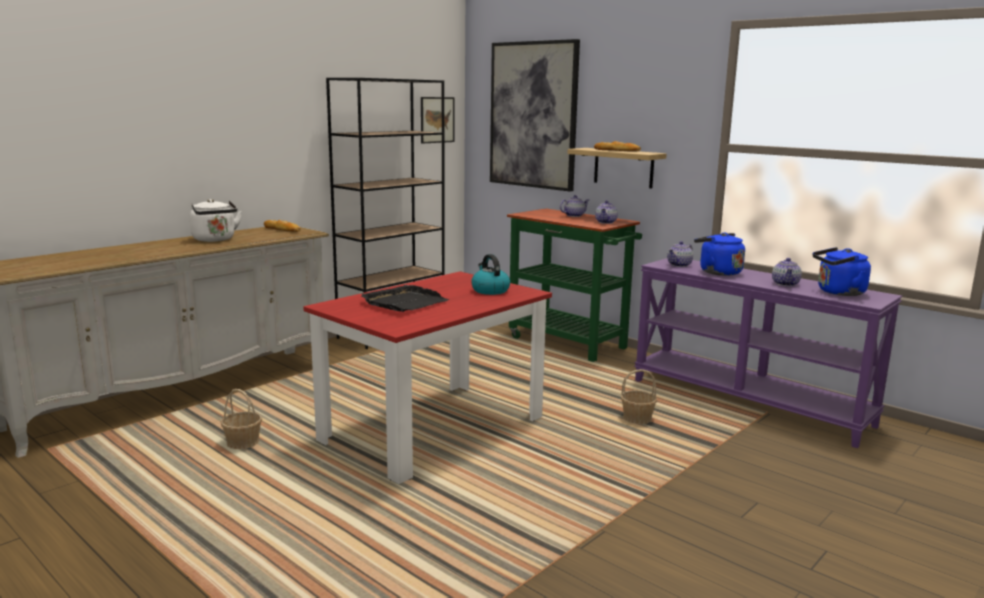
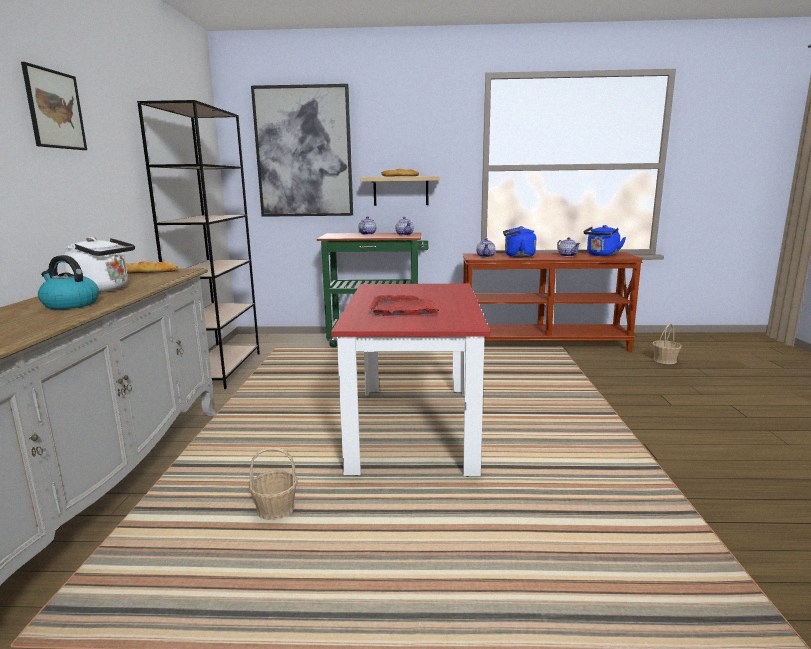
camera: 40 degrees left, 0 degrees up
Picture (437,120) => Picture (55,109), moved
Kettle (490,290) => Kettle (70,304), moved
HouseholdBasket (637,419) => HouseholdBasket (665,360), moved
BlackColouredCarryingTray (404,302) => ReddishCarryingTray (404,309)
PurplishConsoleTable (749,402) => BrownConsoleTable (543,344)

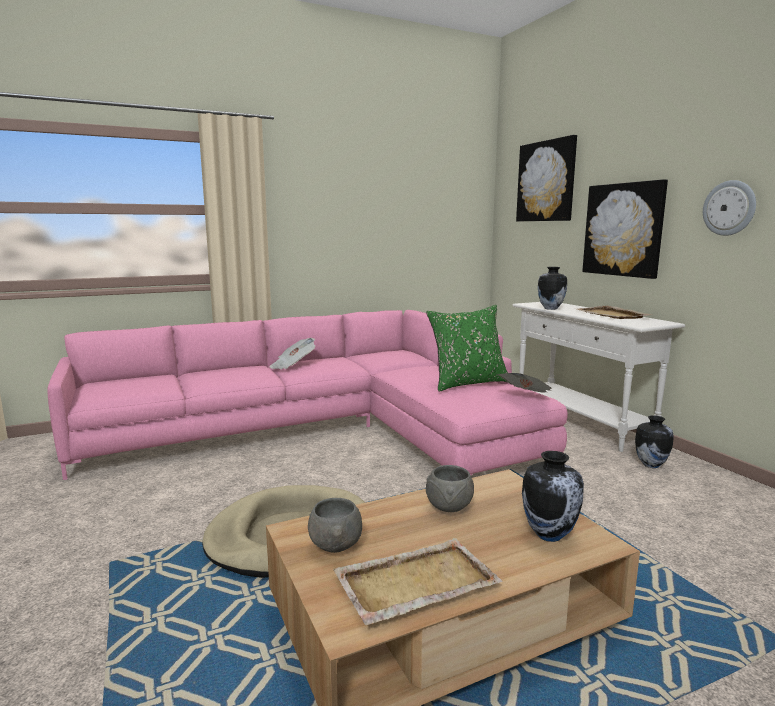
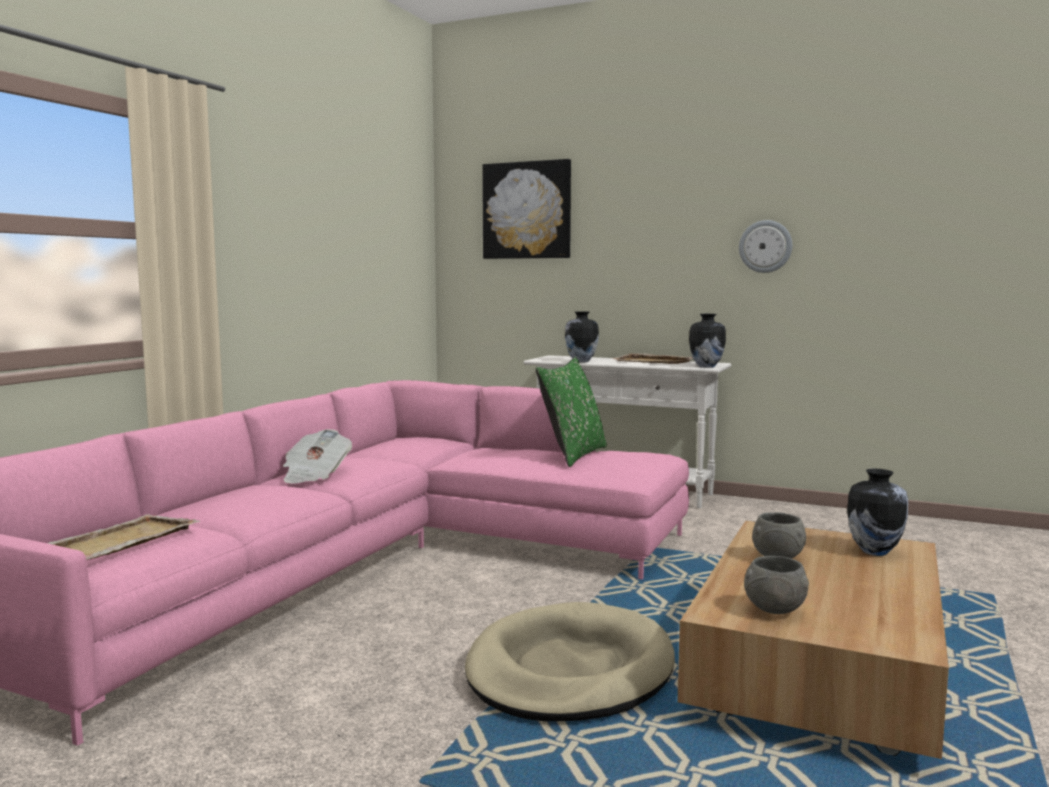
camera: 40 degrees left, 5 degrees down
PrintedPaper (525,397) => nothing
Picture (623,230) => nothing
BeigeColouredCarryingTray (414,583) => BeigeColouredCarryingTray (118,542), moved
DecorativeVase (650,465) => DecorativeVase (706,366), moved

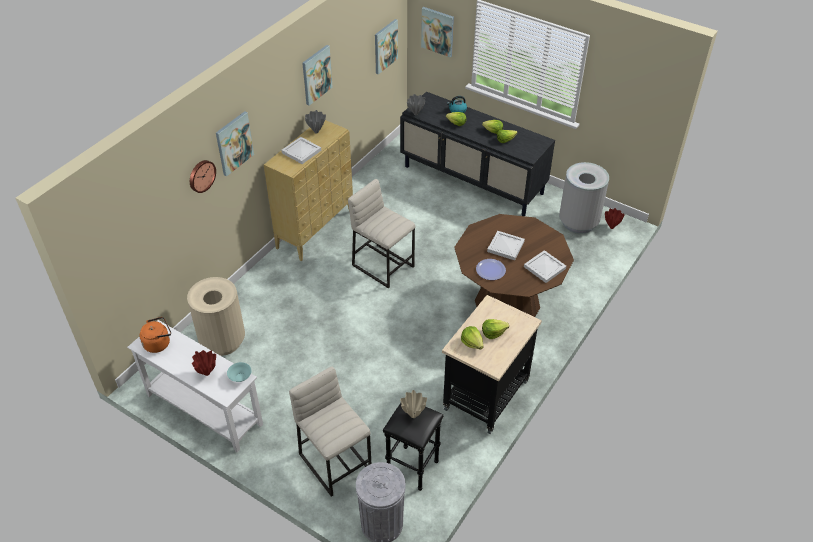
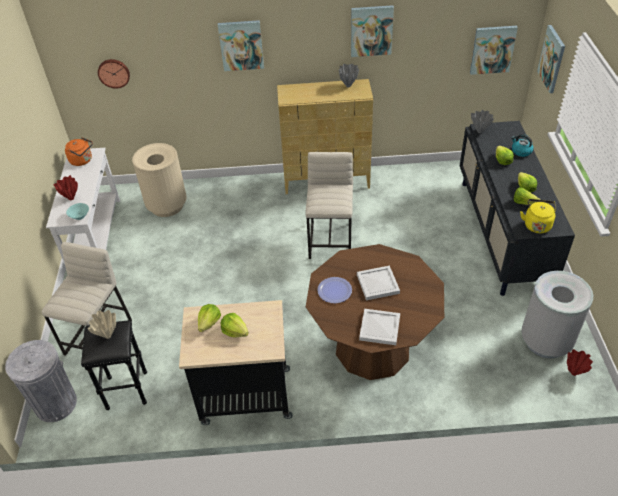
camera: 55 degrees right, 0 degrees up
WhiteColouredCarryingTray (301,151) => nothing
nothing => YellowColouredKettle (536,224)
WallClock (201,175) => WallClock (114,73), moved

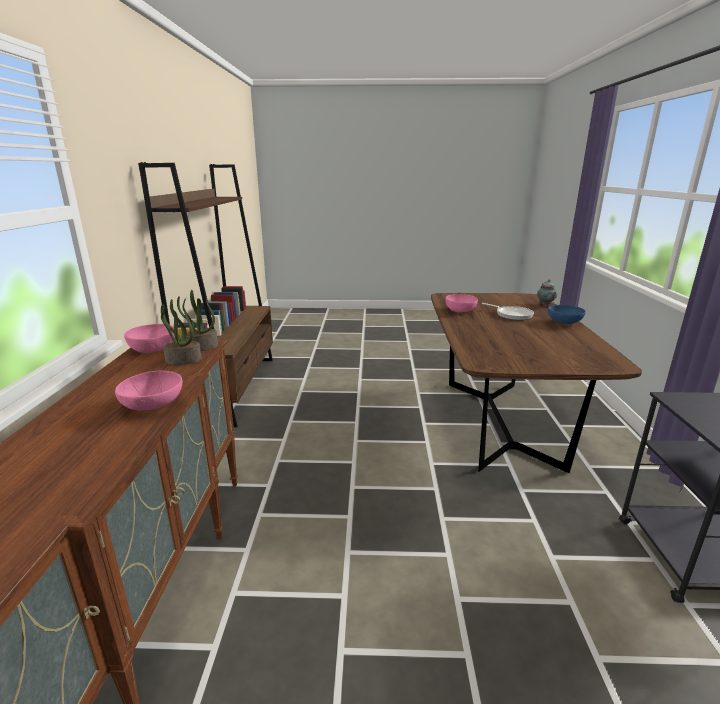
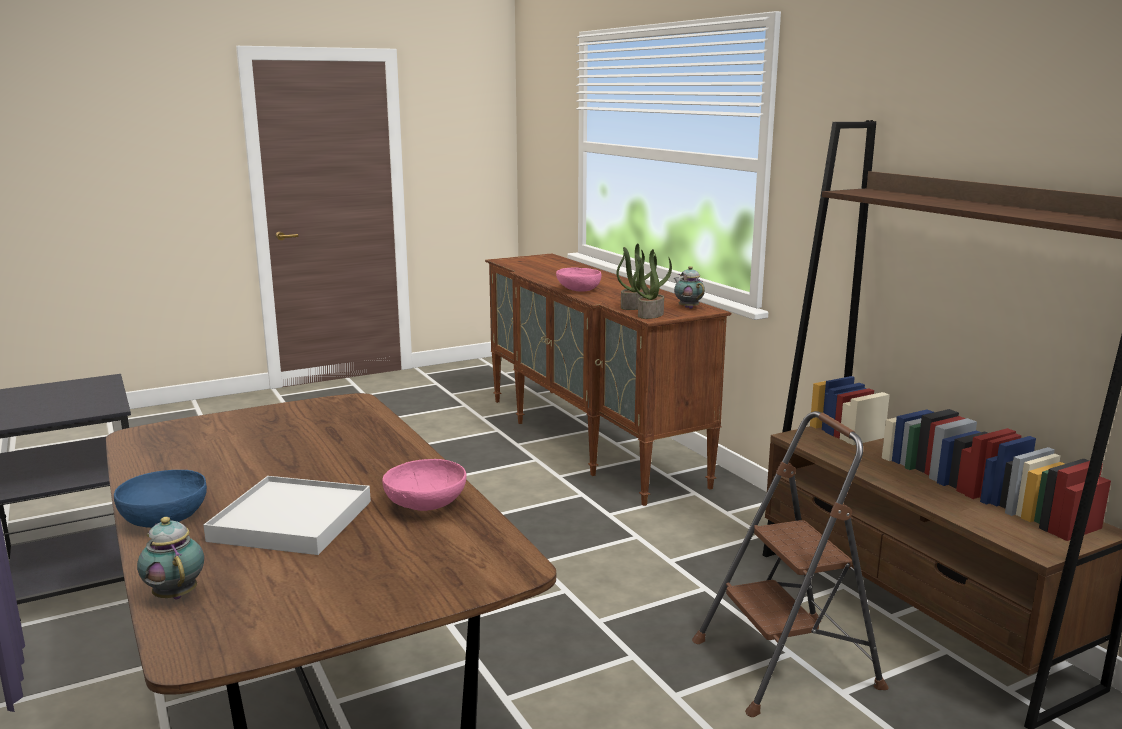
camera: 150 degrees right, 5 degrees down
nothing => BrownStepStool (791,662)
PinkColouredDeepDish (153,349) => PotForTea (688,308)
Pan (512,315) => WhiteColouredCarryingTray (292,521)

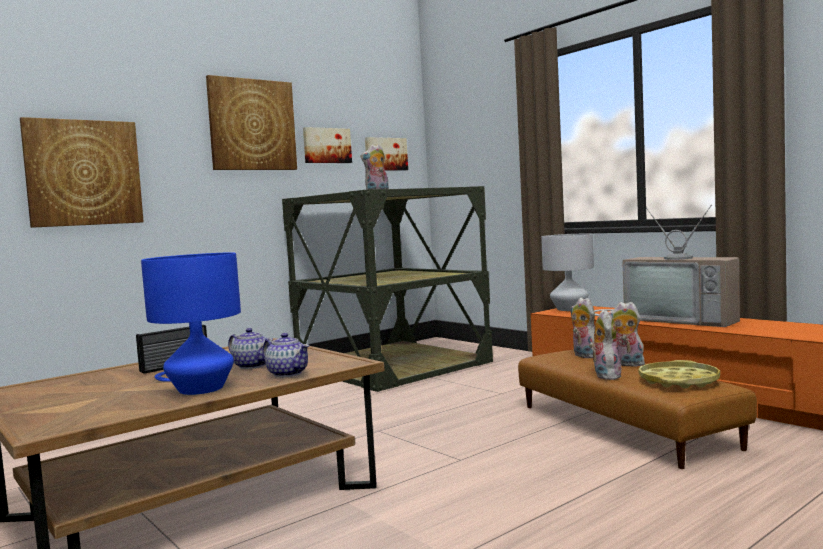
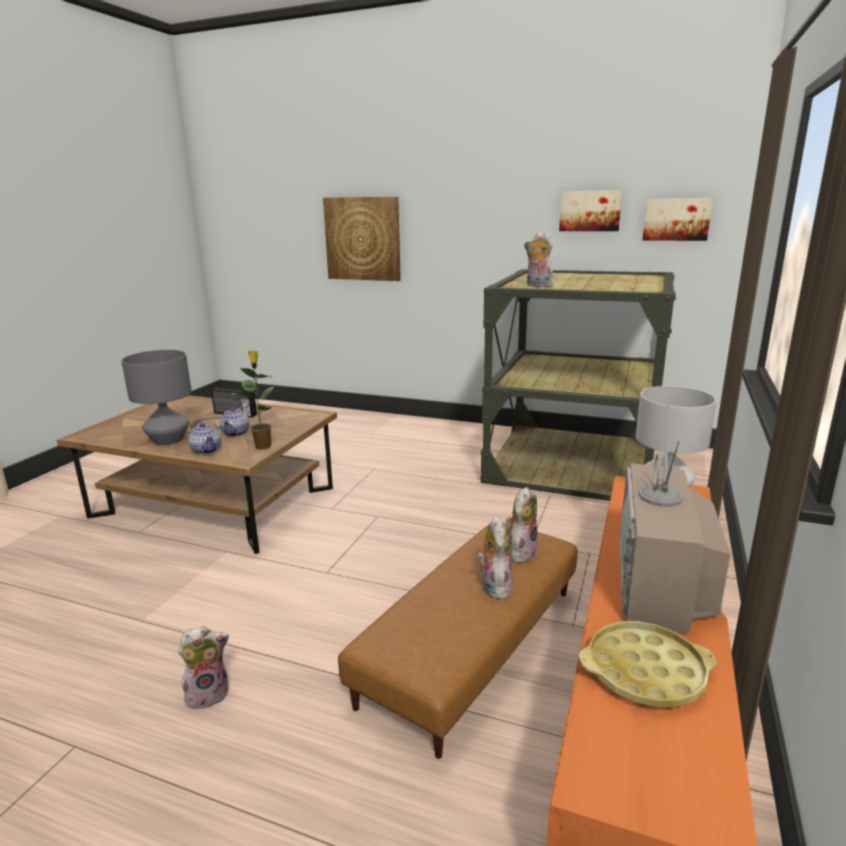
camera: 60 degrees right, 15 degrees up
Picture (252,125) => nothing
nothing => Houseplant (263,446)
CuddlyToy (605,375) => CuddlyToy (208,694), moved
YellowColouredCarryingTray (679,381) => YellowColouredCarryingTray (645,672), moved
BluishTabletopLamp (195,382) => GreyTabletopLamp (186,433)
PotForTea (287,373) => PotForTea (206,450), 45 degrees counterclockwise

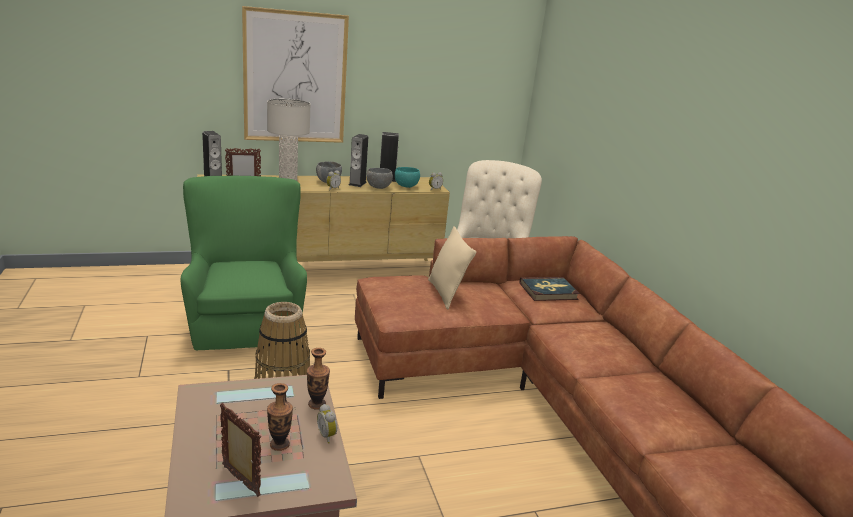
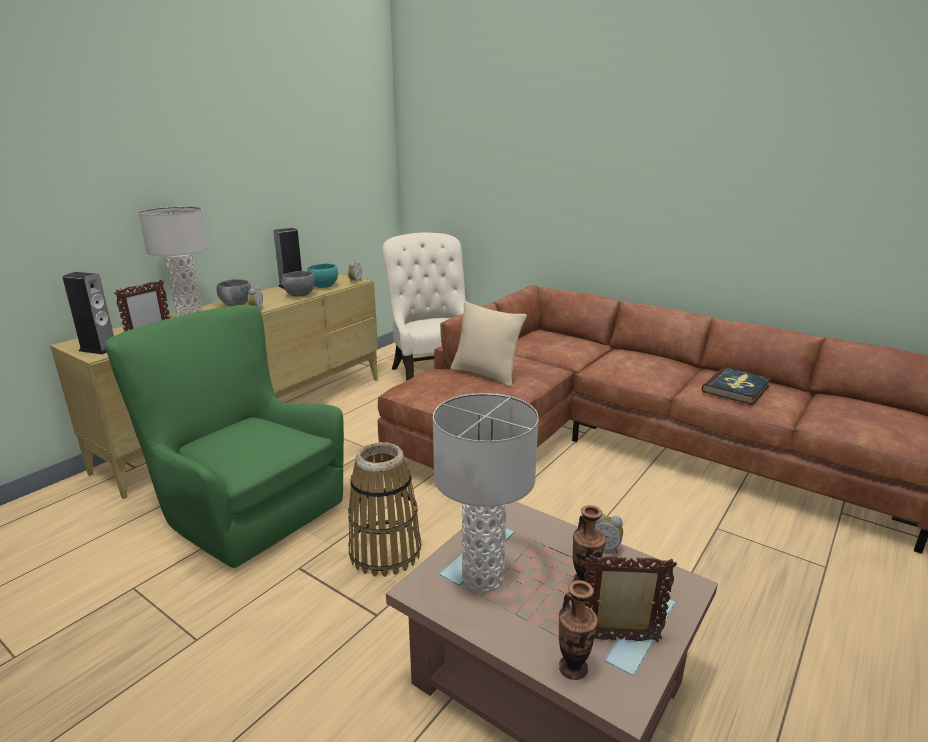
camera: 35 degrees left, 0 degrees up
Picture (295,78) => nothing
Speaker (357,183) => nothing
nothing => WhiteColouredTabletopLamp (483,578)
DecorativeVase (317,404) => DecorativeVase (573,668), moved
Book (548,291) => Book (736,389), moved

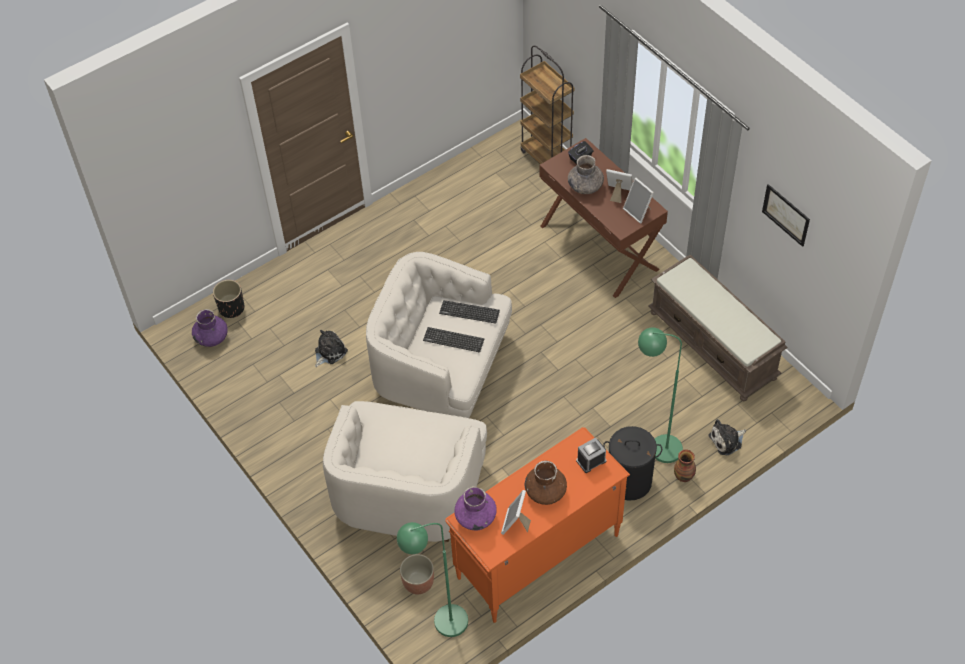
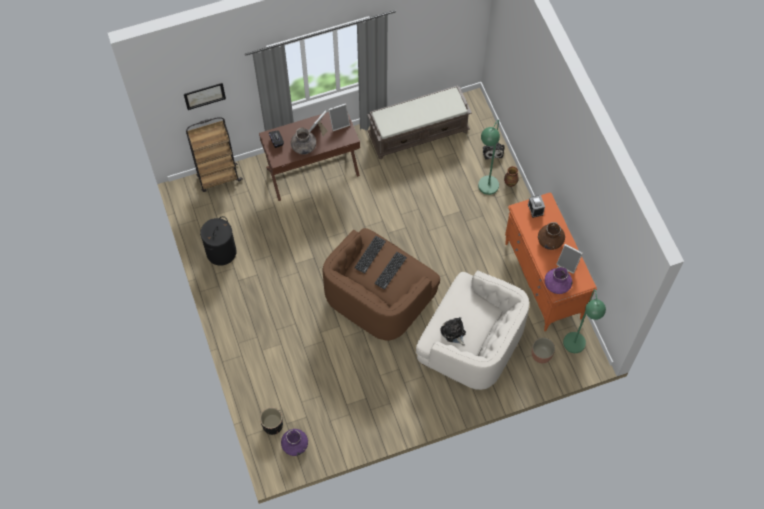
camera: 75 degrees left, 10 degrees up
CuddlyToy (329,352) => CuddlyToy (453,332), moved
BlackColouredLaundryBasket (629,481) => BlackColouredLaundryBasket (221,252), moved
Picture (786,215) => Picture (204,96), moved
WhiteColouredLoungeChair (441,368) => BrownLoungeChair (379,297)

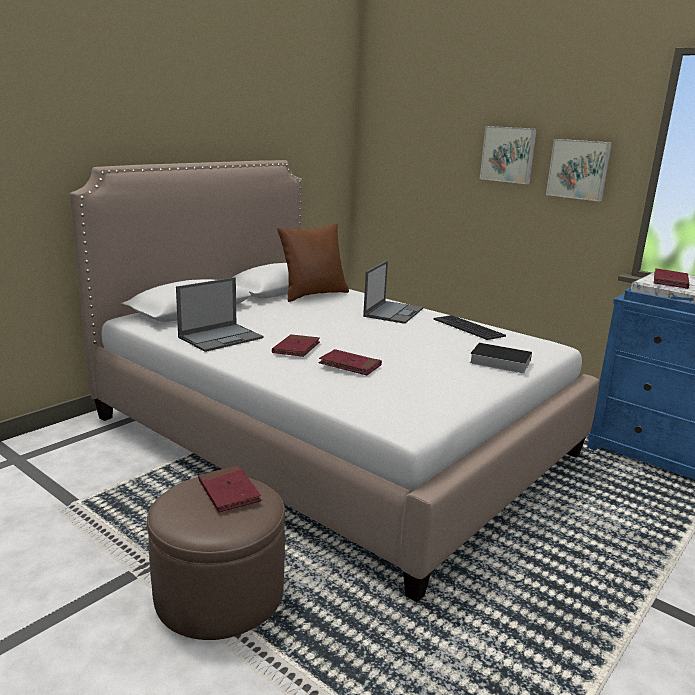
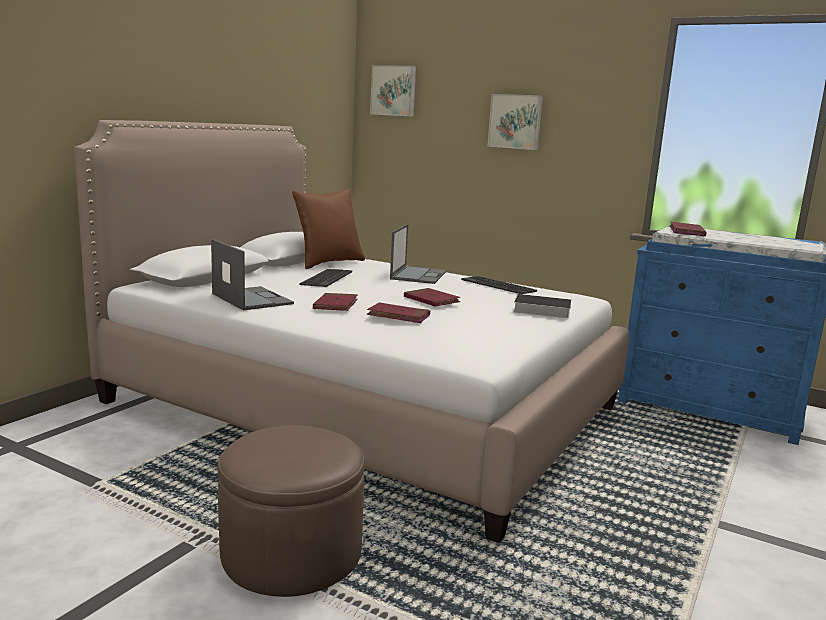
camera: 10 degrees left, 5 degrees down
nothing => Keyboard (326,278)
ReddishBook (229,492) => ReddishBook (431,300), moved
Picture (579,169) => Picture (394,91), moved
NotebookComputer (221,337) => NotebookComputer (251,298), 75 degrees counterclockwise

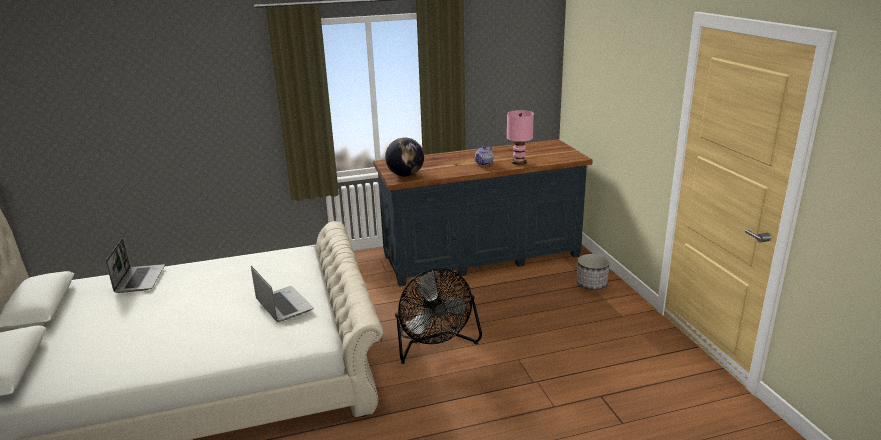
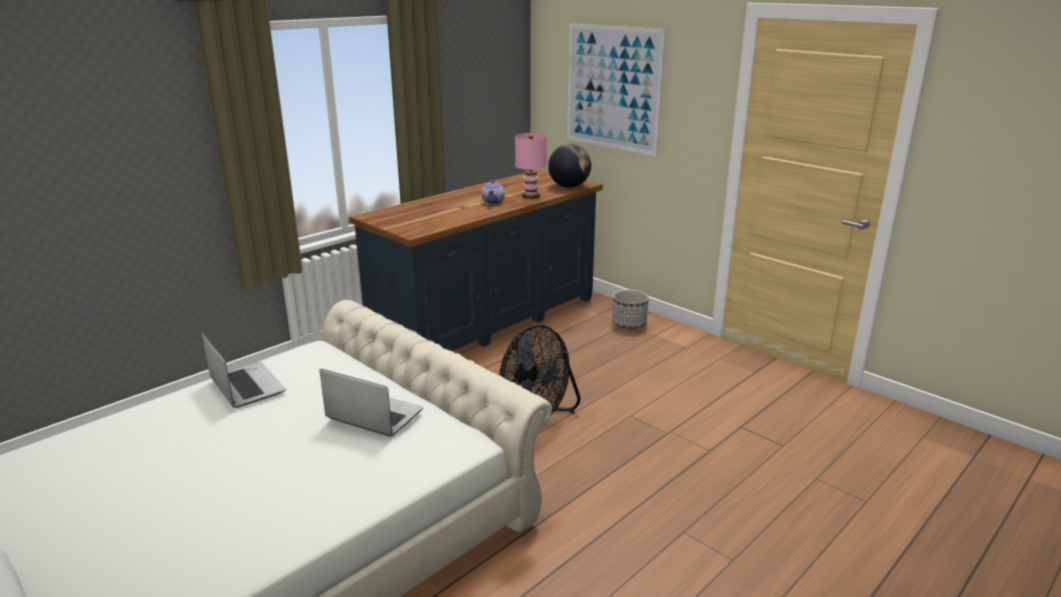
camera: 30 degrees left, 0 degrees up
nothing => Picture (613,88)
NotebookComputer (139,279) => NotebookComputer (245,386), moved
DeskGlobe (405,175) => DeskGlobe (569,186), moved

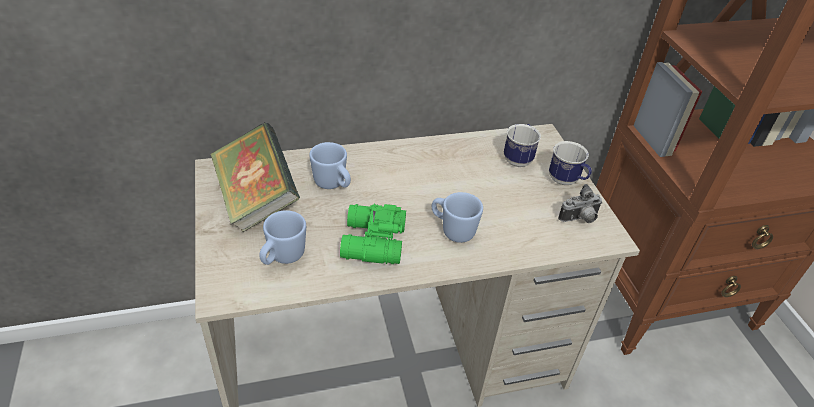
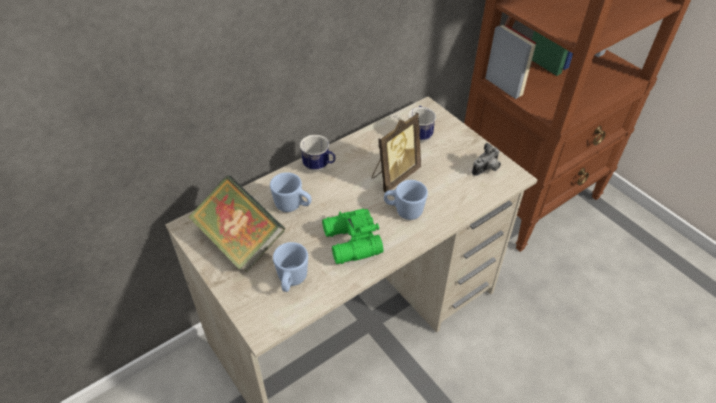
camera: 20 degrees left, 5 degrees up
nothing => PictureFrame (394,175)
CoffeeMug (566,181) => CoffeeMug (319,167), moved

